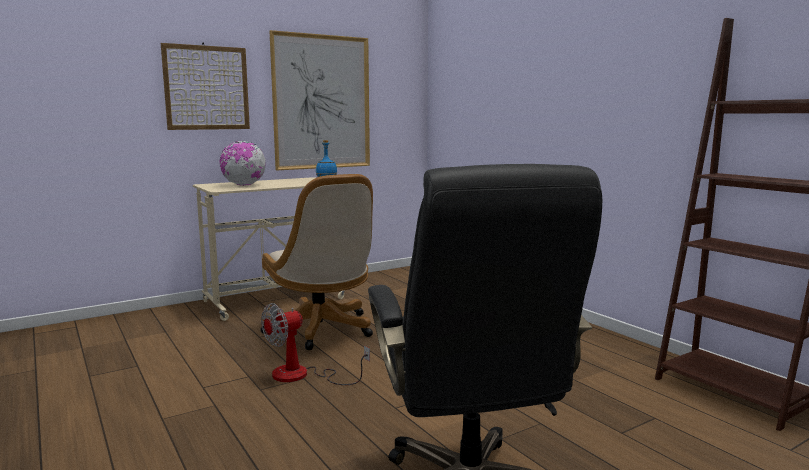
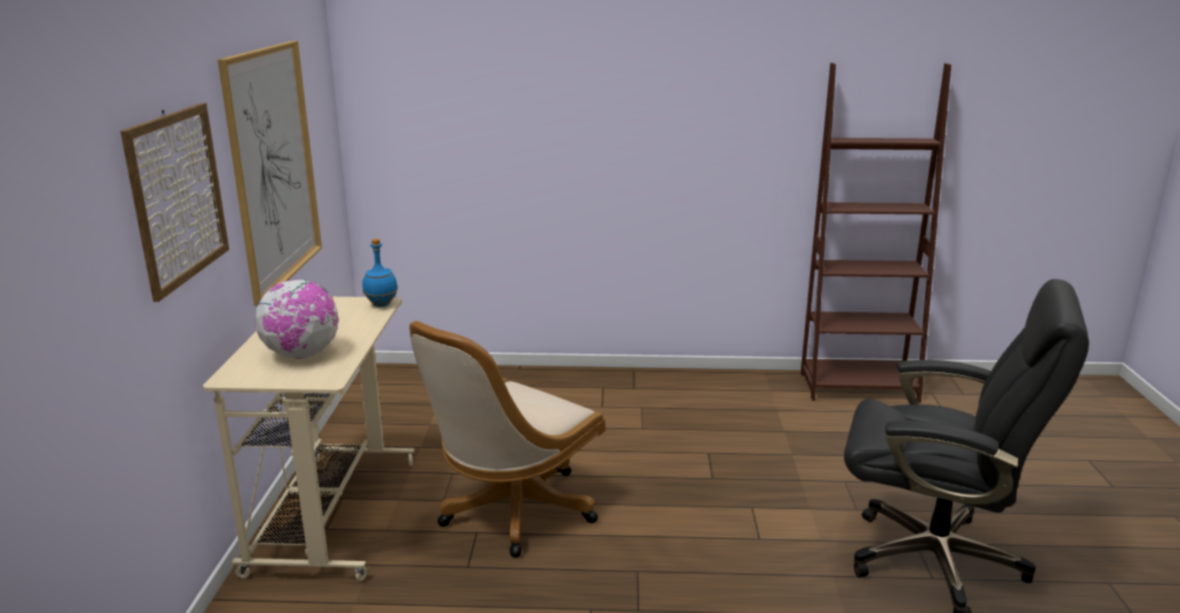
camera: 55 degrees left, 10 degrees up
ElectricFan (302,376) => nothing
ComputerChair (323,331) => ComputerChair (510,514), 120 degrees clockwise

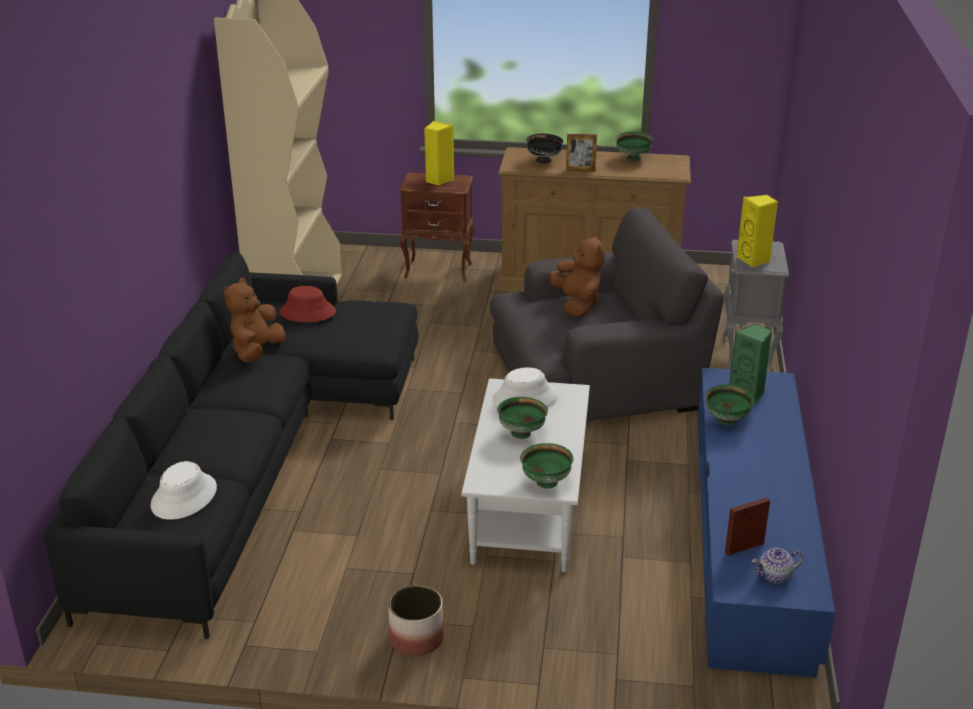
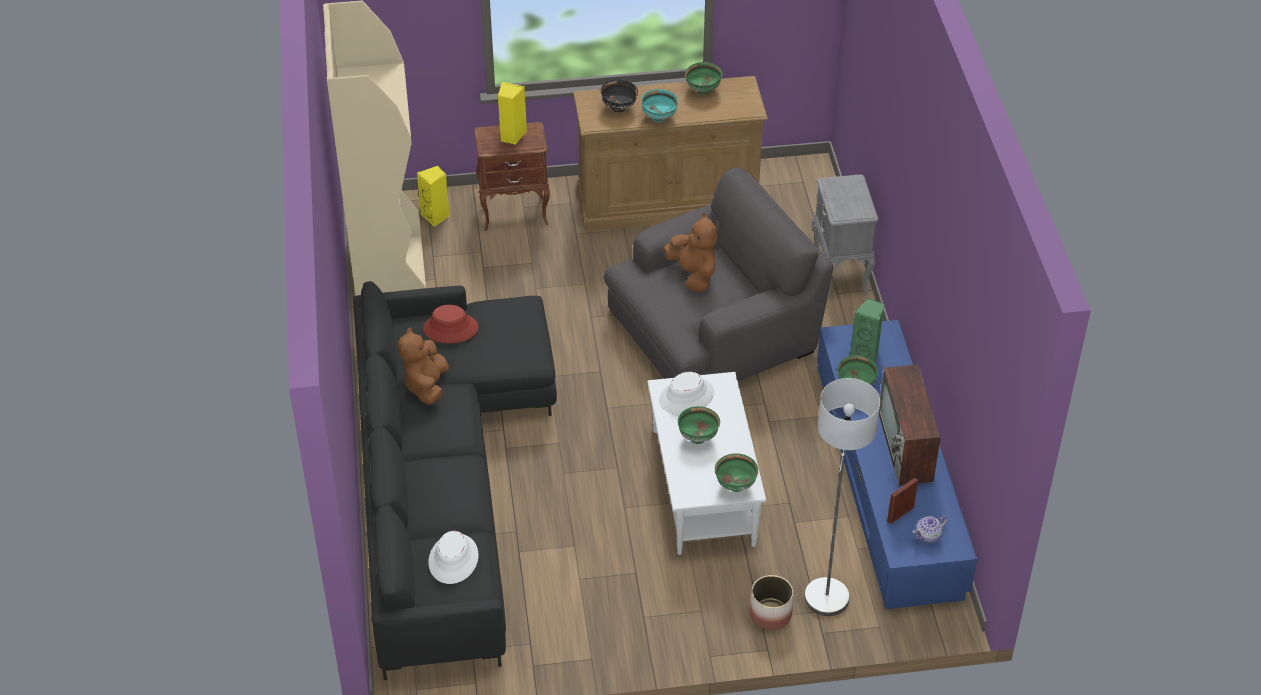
camera: 15 degrees left, 15 degrees up
nothing => GreyFloorLamp (828,587)
nothing => Tv (906,448)
Planter (416,638) => Planter (770,614), moved
YellowColouredSpeaker (754,260) => YellowColouredSpeaker (436,216), moved
PictureFrame (580,170) => TurquoiseDeepDish (659,117)

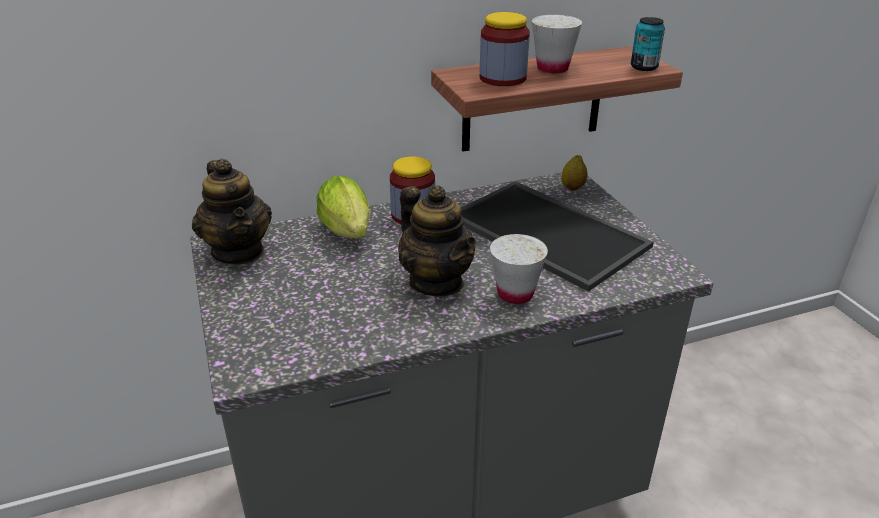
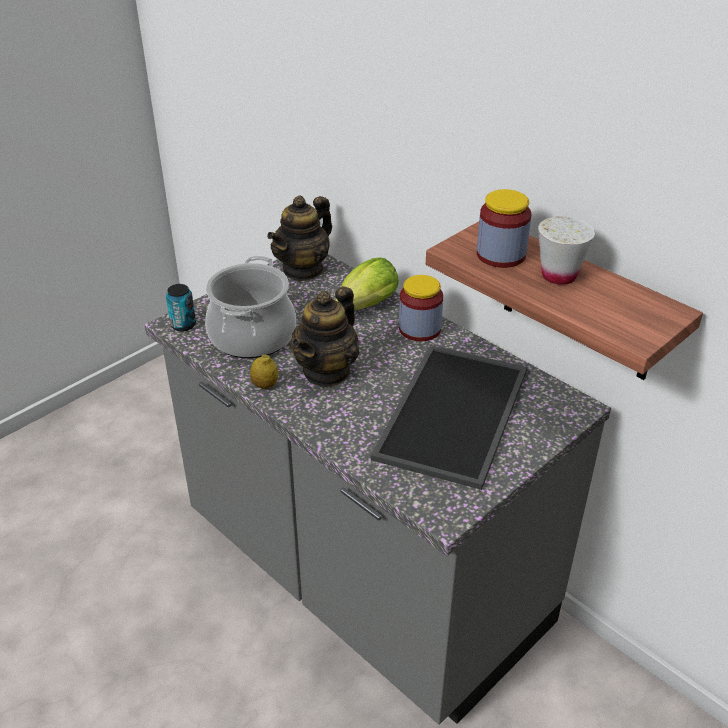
camera: 65 degrees right, 5 degrees up
WhiteColouredSmallCup (515,294) => nothing
nothing => Stockpot (252,336)
CitrusFruit (572,188) => CitrusFruit (265,385), moved
MetalCan (644,67) => MetalCan (183,325), moved

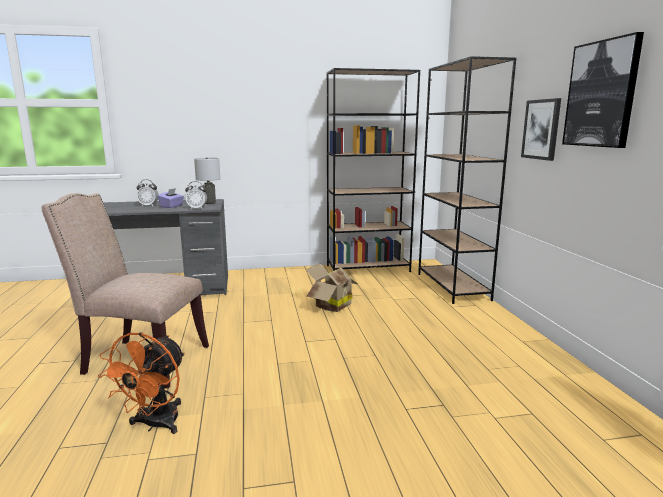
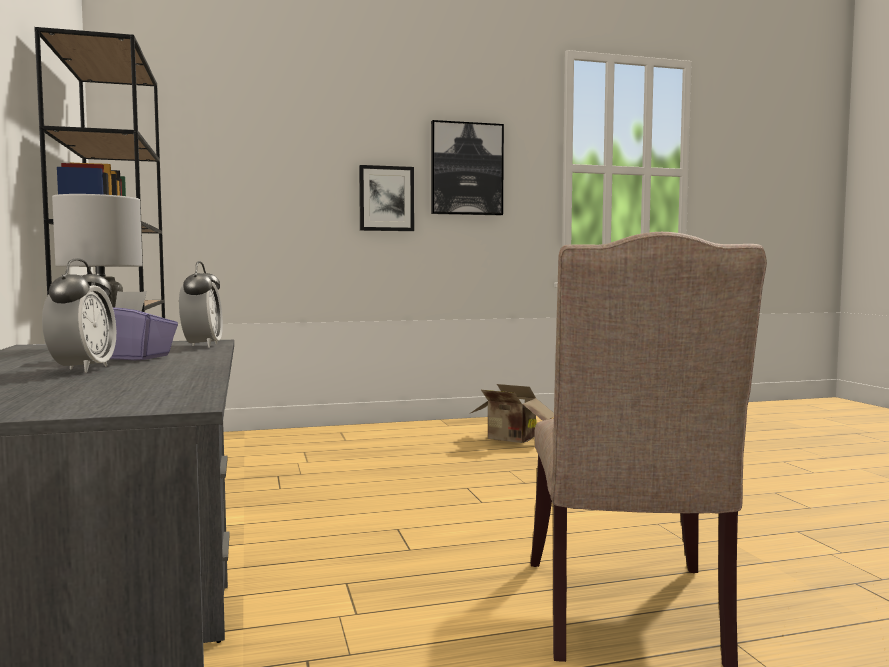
camera: 95 degrees left, 10 degrees down
OrangeElectricFan (155,425) => nothing
BeigeColouredShelvingUnit (453,286) => nothing
Carton (330,306) => Carton (511,440), moved

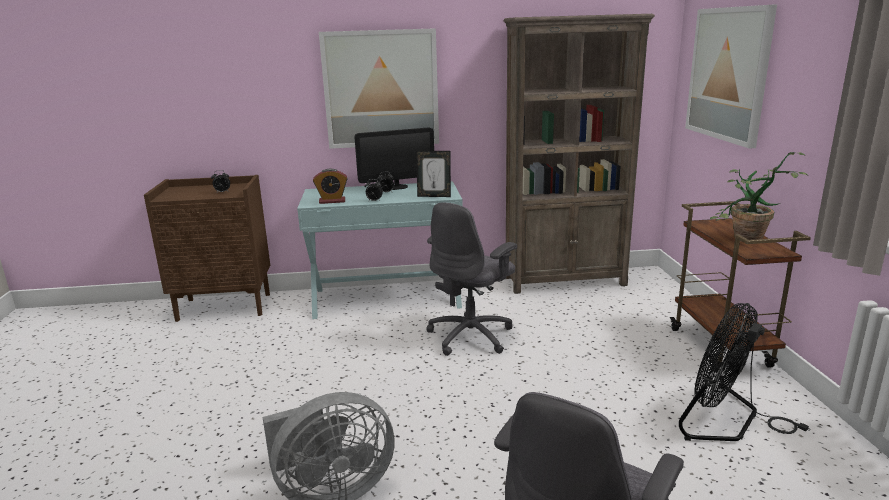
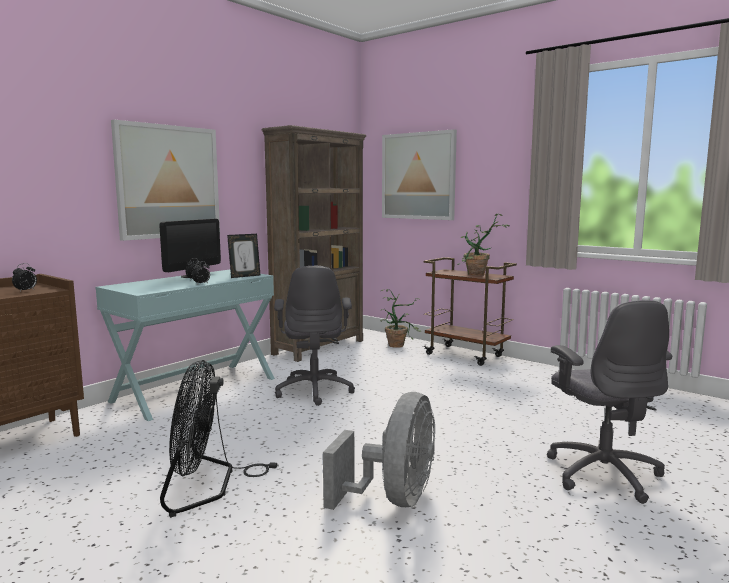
camera: 45 degrees left, 10 degrees down
TableClock (332,201) => nothing
nothing => Houseplant (398,344)
BlackColouredElectricFan (730,418) => BlackColouredElectricFan (210,481), moved

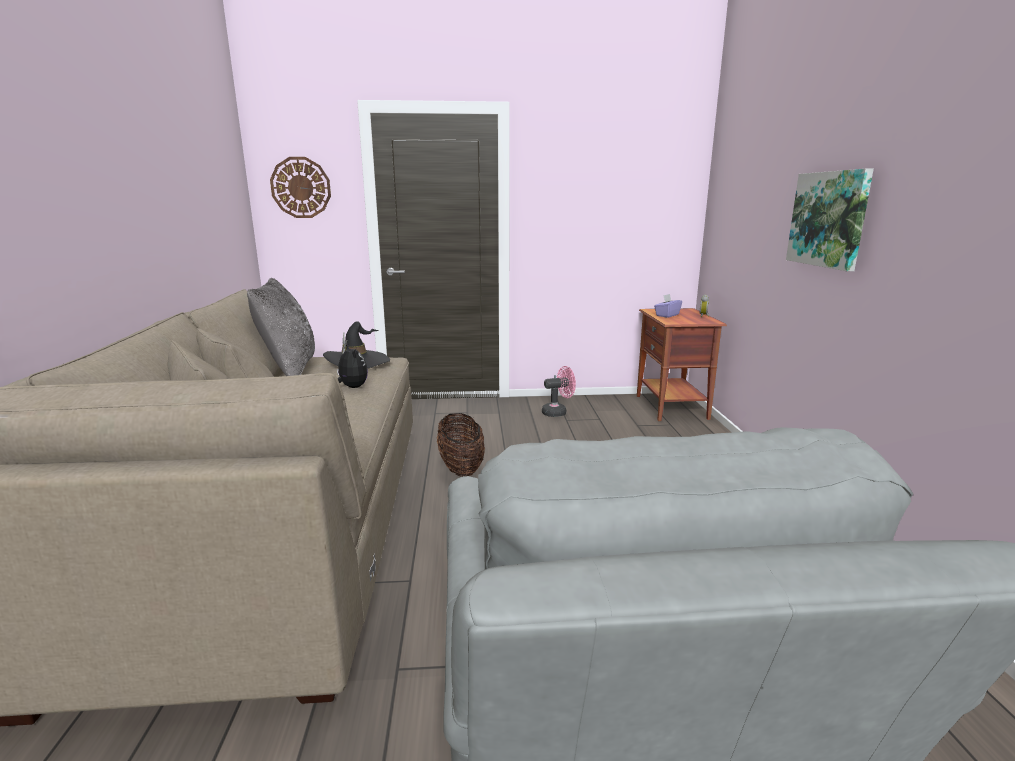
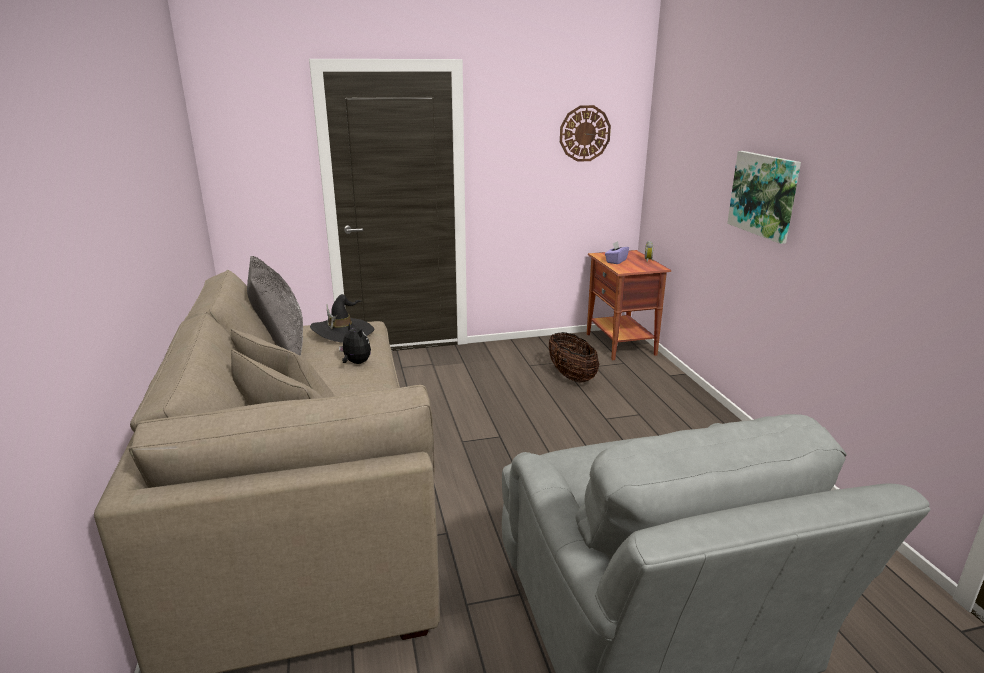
camera: 10 degrees left, 5 degrees up
PinkColouredElectricFan (558,412) => nothing
WallClock (301,187) => WallClock (584,133), moved
HouseholdBasket (461,468) => HouseholdBasket (571,376), moved

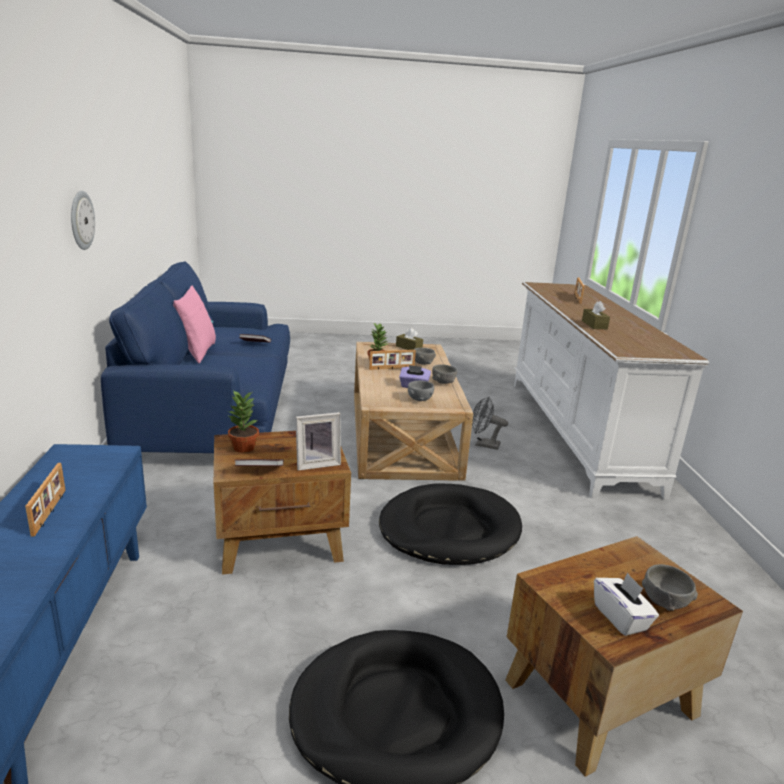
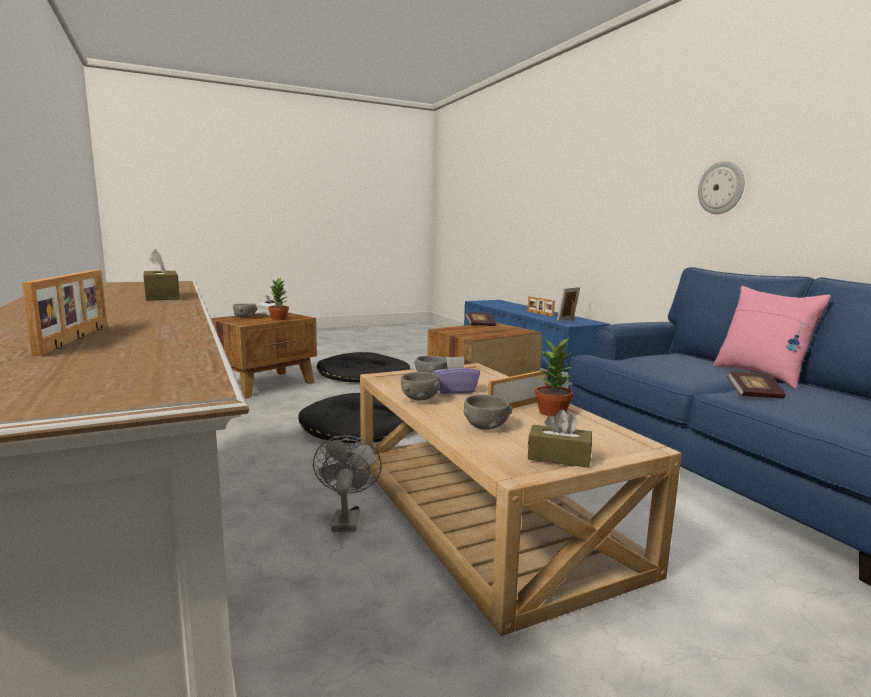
camera: 160 degrees right, 10 degrees down
Houseplant (243,447) => Houseplant (279,319), moved
PictureFrame (317,463) => PictureFrame (569,320), moved
GreyElectricFan (483,444) => GreyElectricFan (346,518), 90 degrees counterclockwise

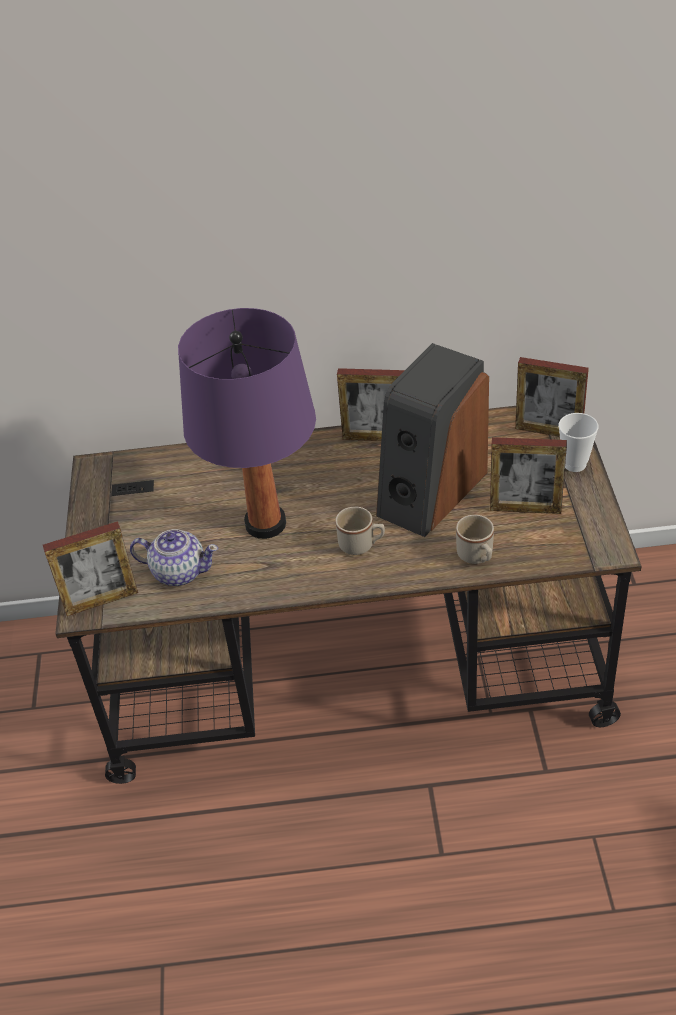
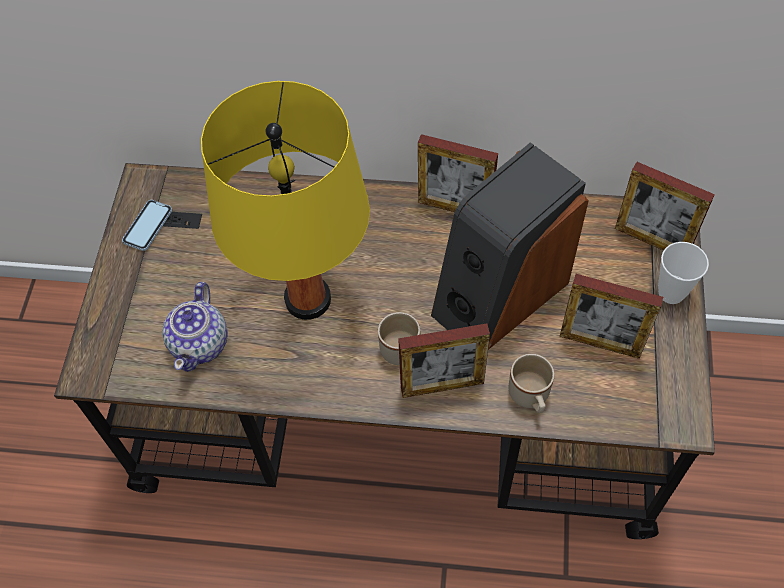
camera: 10 degrees right, 15 degrees up
nothing => Handset (148,226)
PictureFrame (101,601) => PictureFrame (442,385), moved
PurplishTabletopLamp (265,523) => YellowColouredTabletopLamp (308,299)
PotForTea (179,571) => PotForTea (201,343), 75 degrees clockwise

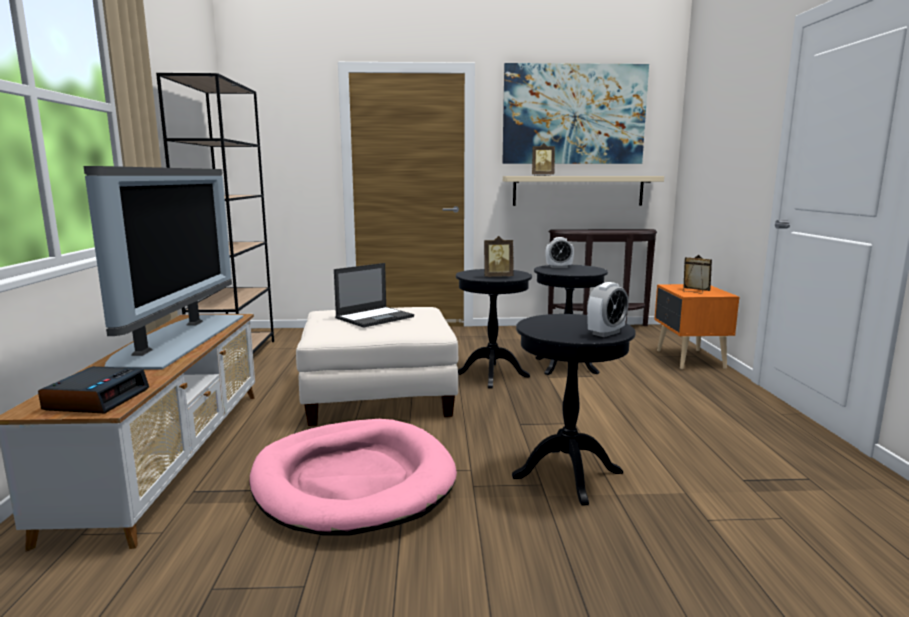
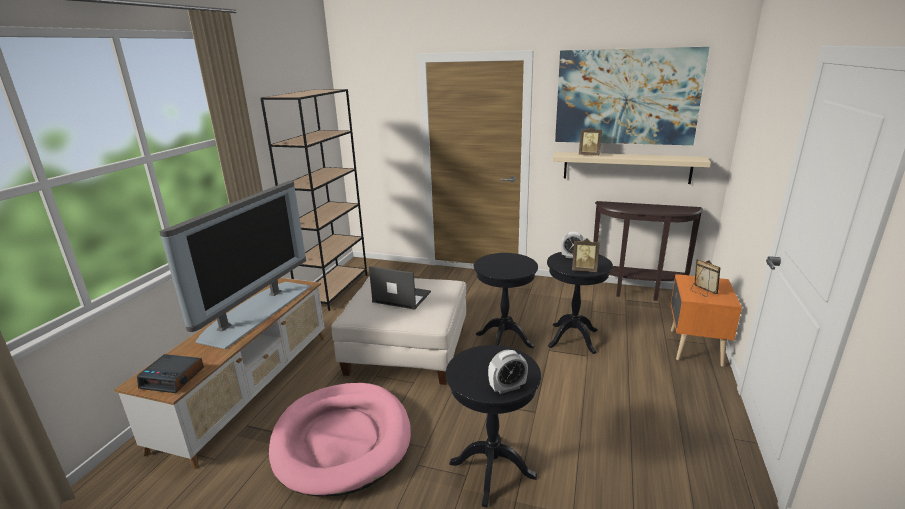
camera: 20 degrees right, 10 degrees up
PictureFrame (498,277) => PictureFrame (584,270), moved
TableClock (97,399) => TableClock (173,378), 75 degrees clockwise
NotebookComputer (375,317) => NotebookComputer (401,297), 135 degrees counterclockwise

